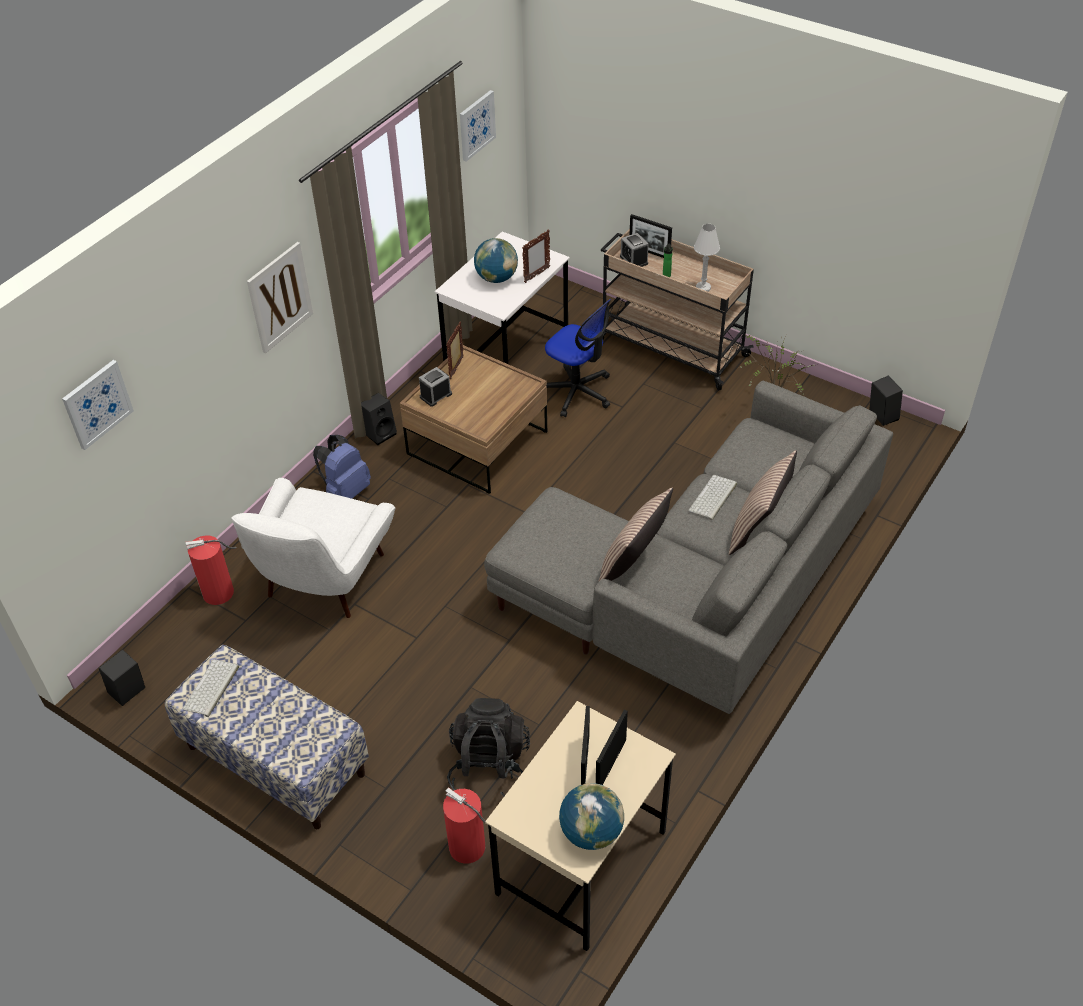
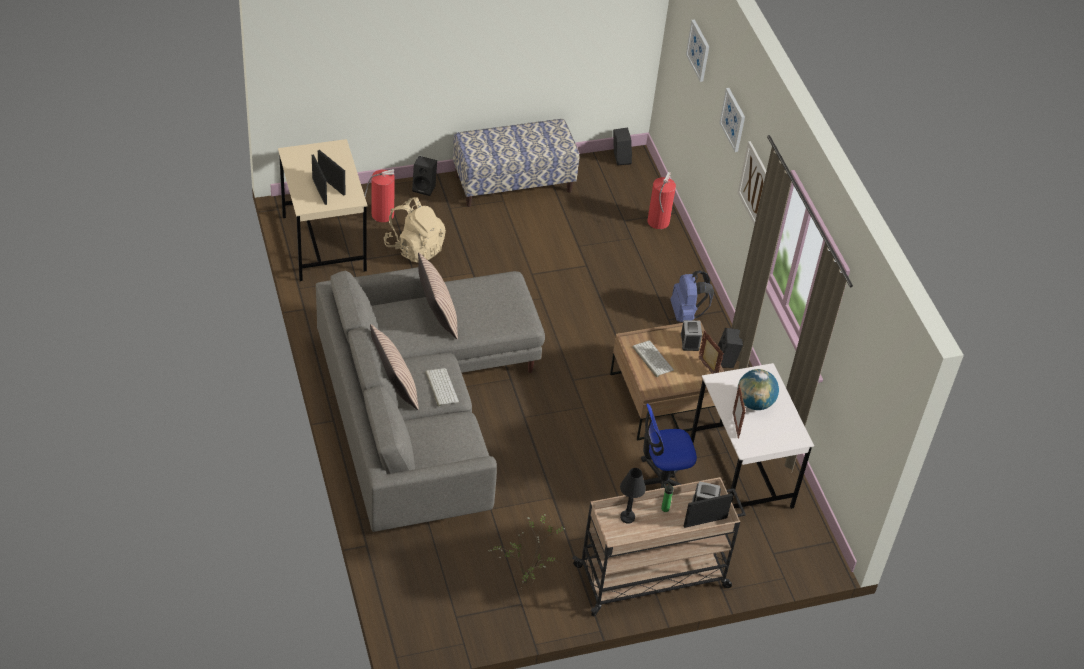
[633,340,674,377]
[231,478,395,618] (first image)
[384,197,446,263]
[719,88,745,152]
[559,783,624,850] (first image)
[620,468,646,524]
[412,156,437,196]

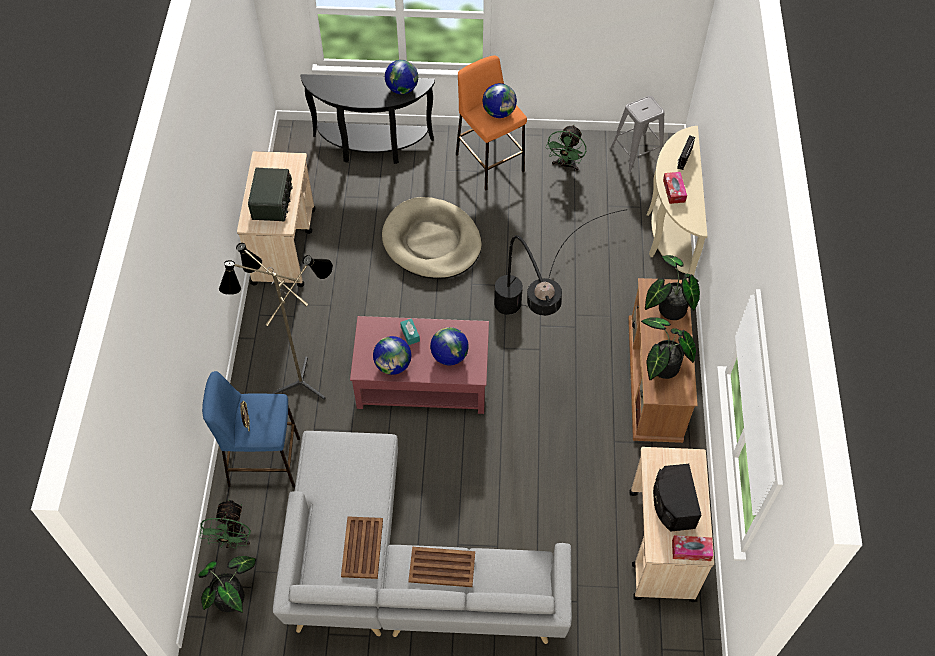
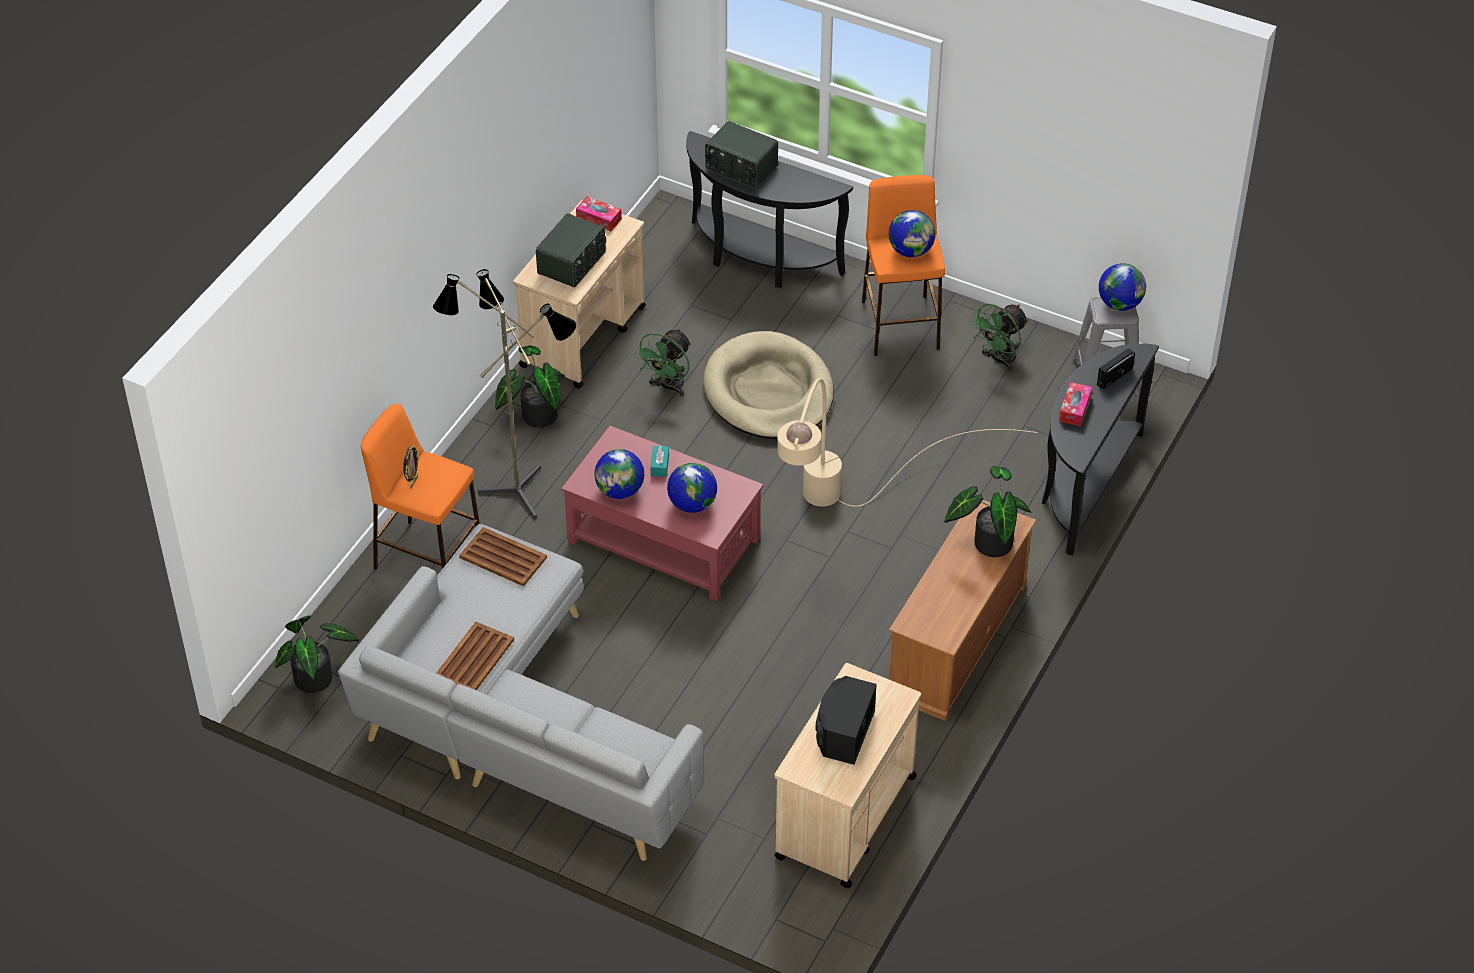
[634,328,691,397]
[361,404,480,570]
[1099,263,1146,311]
[459,527,547,586]
[777,378,1038,507]
[495,345,565,428]
[1042,343,1159,556]
[576,196,622,231]
[705,121,778,189]

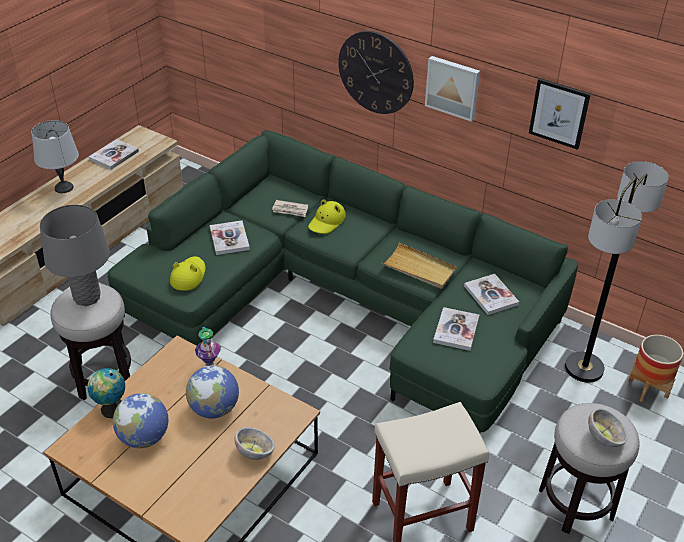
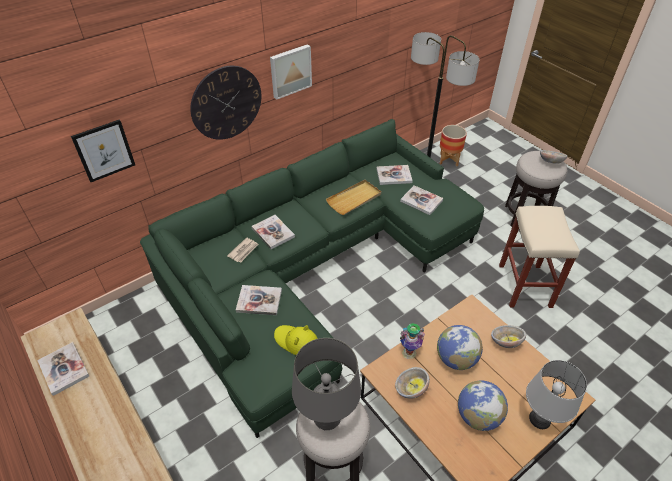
[526,360,587,429]
[87,368,125,418] (first image)
[252,215,295,249]
[71,119,135,182]
[395,367,430,399]

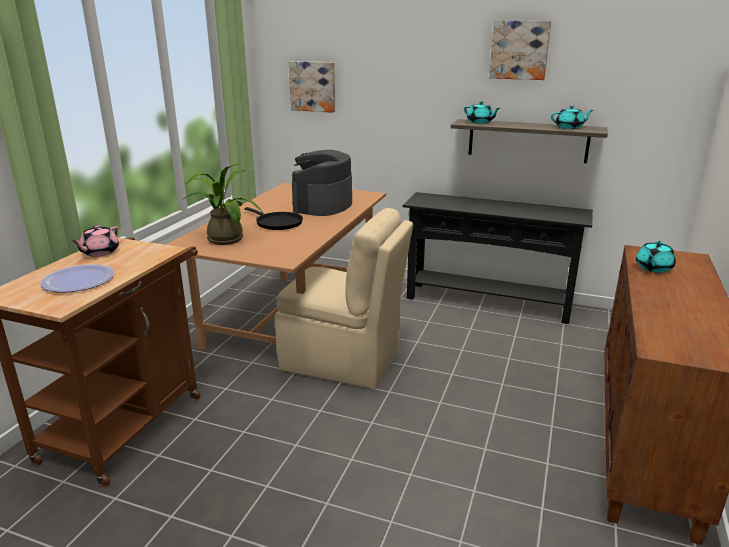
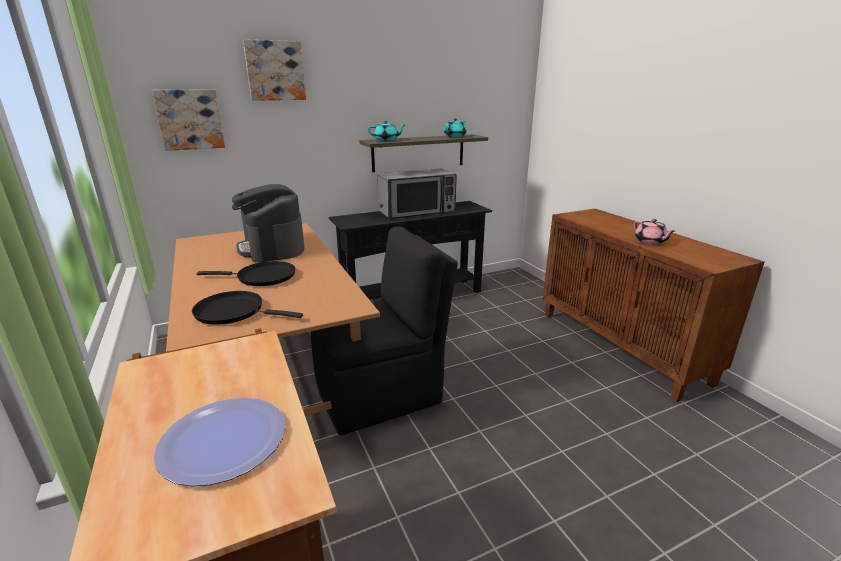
[634,219,675,245]
[192,291,303,325]
[310,227,458,435]
[243,39,306,101]
[636,241,676,273] (first image)
[377,169,457,219]

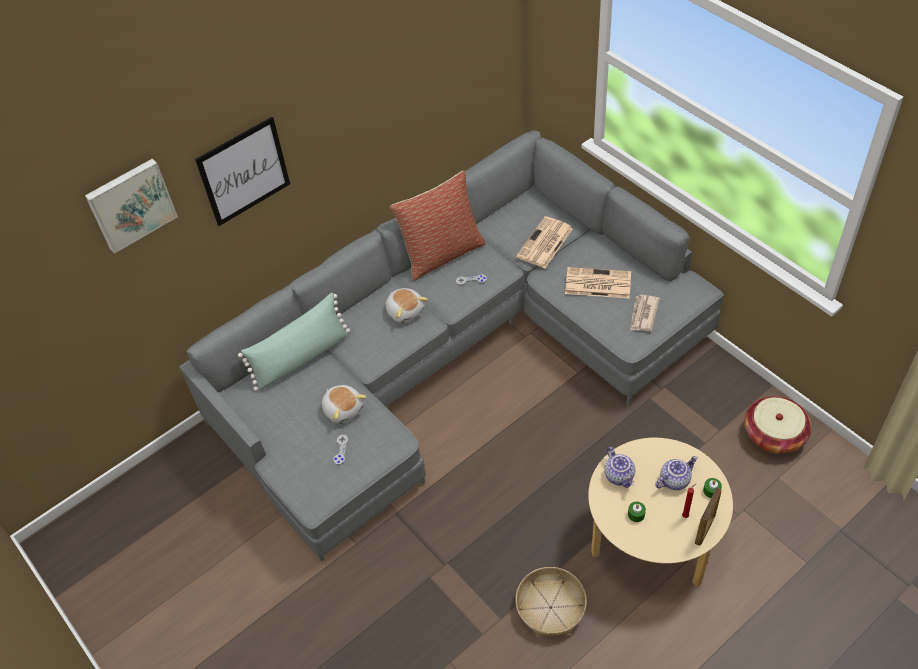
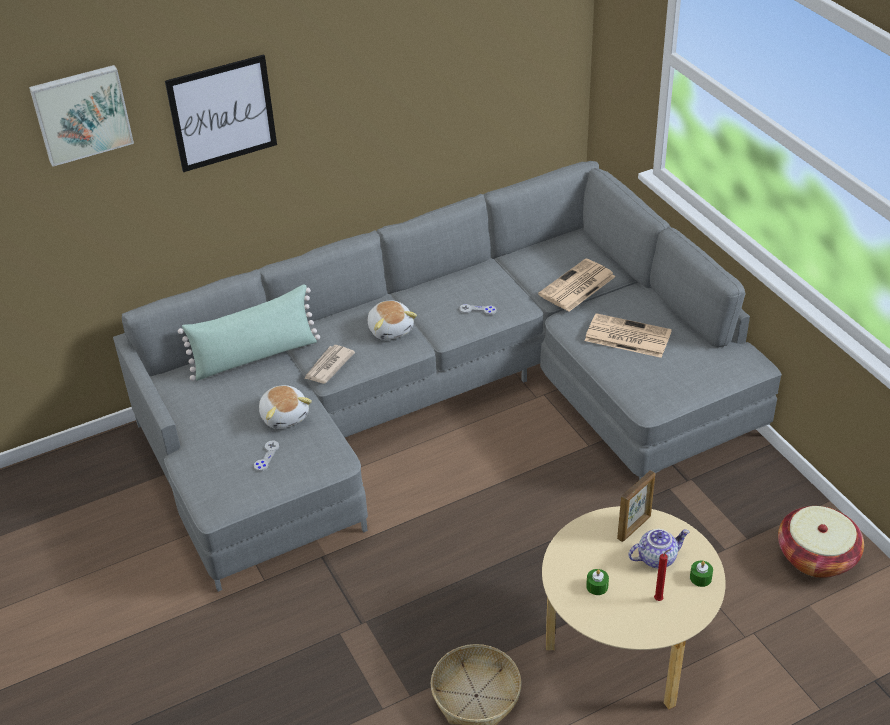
[390,171,486,281] (first image)
[604,447,635,488] (first image)
[304,345,355,384]
[617,470,655,542]

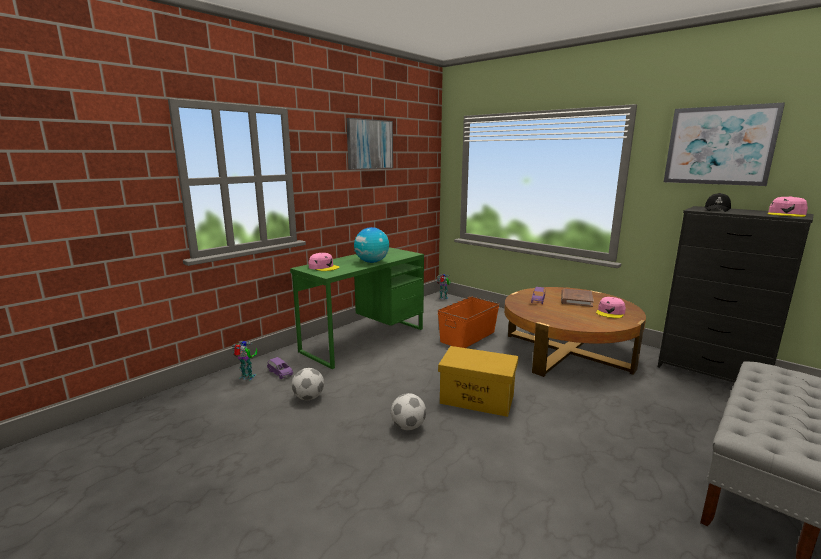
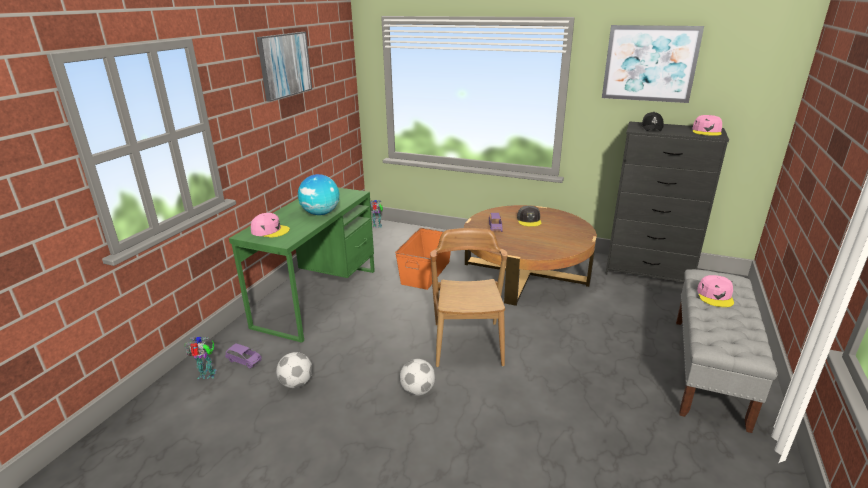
[430,228,508,367]
[517,206,541,227]
[697,275,734,307]

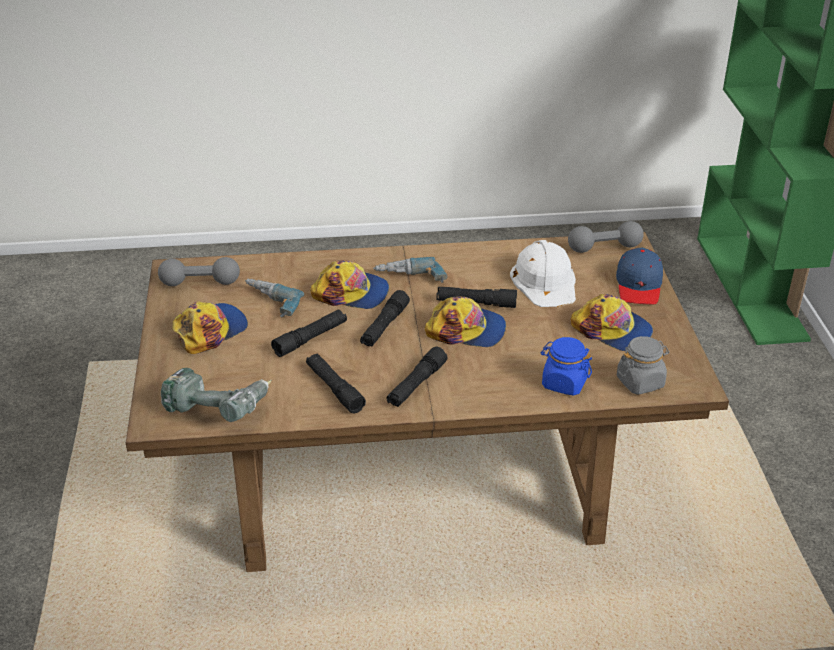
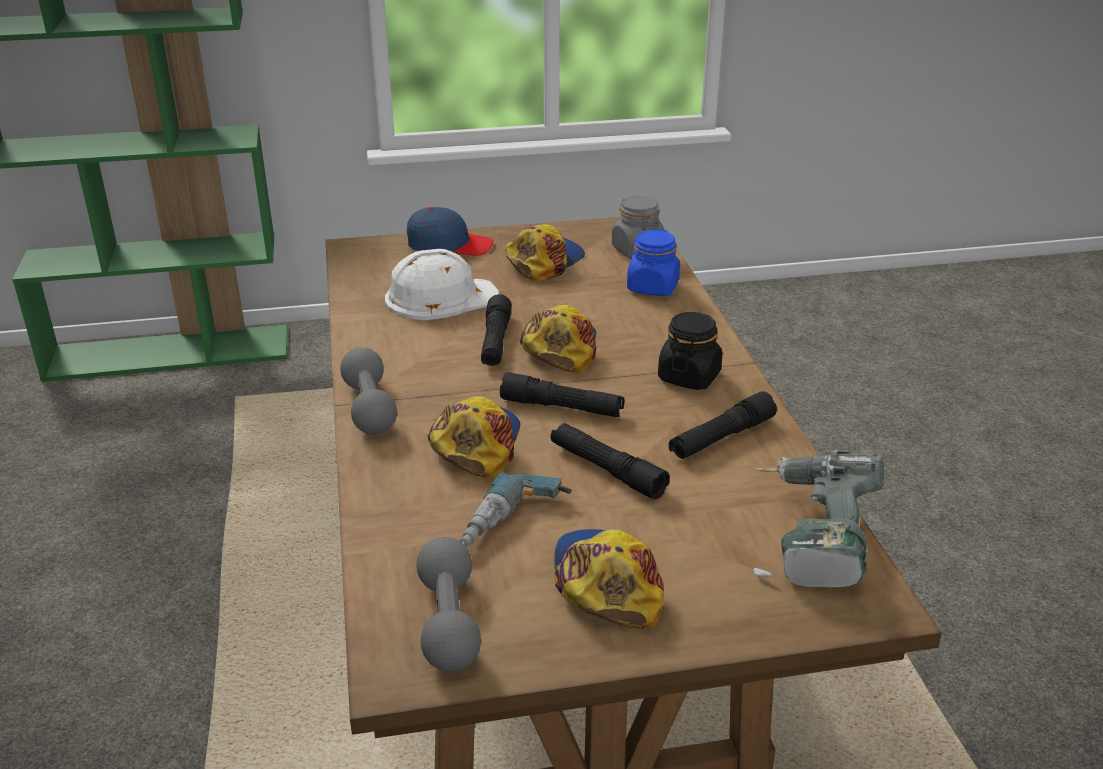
[554,529,664,629]
[373,257,447,283] (first image)
[658,312,722,390]
[340,347,397,435]

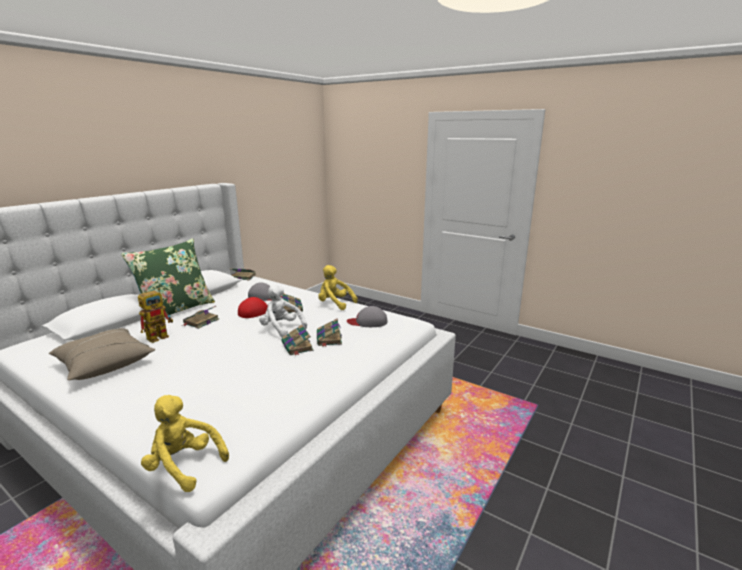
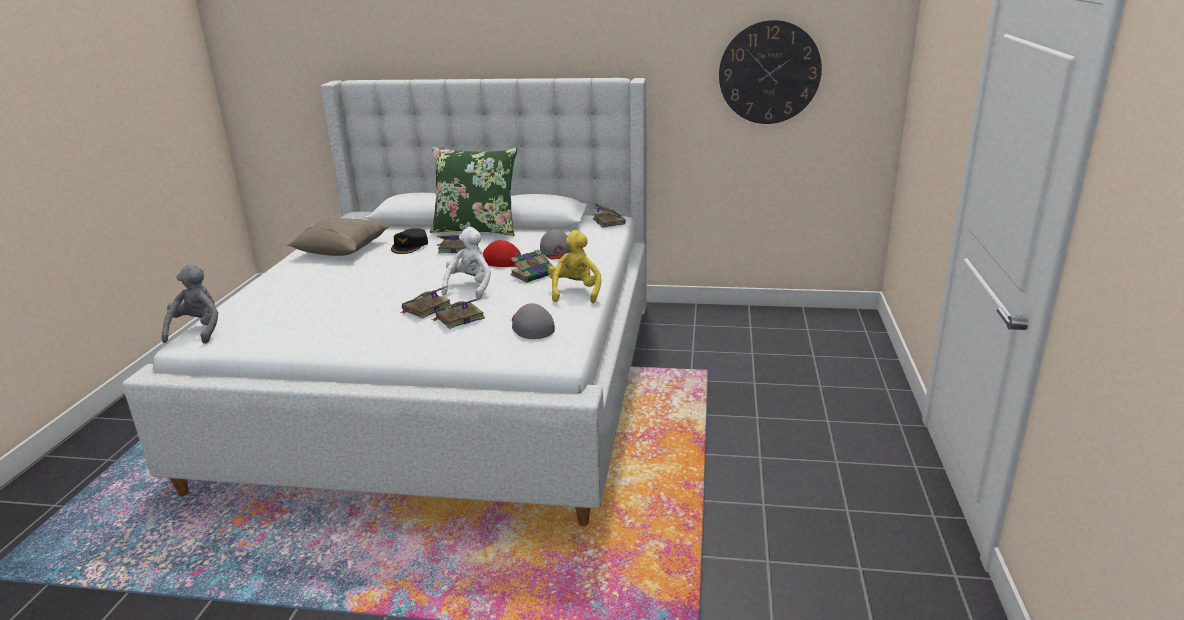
[391,228,428,254]
[162,265,218,344]
[719,20,822,124]

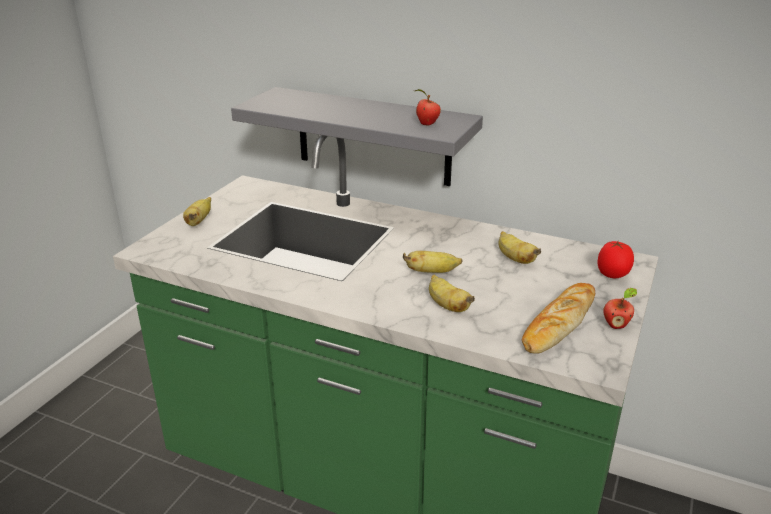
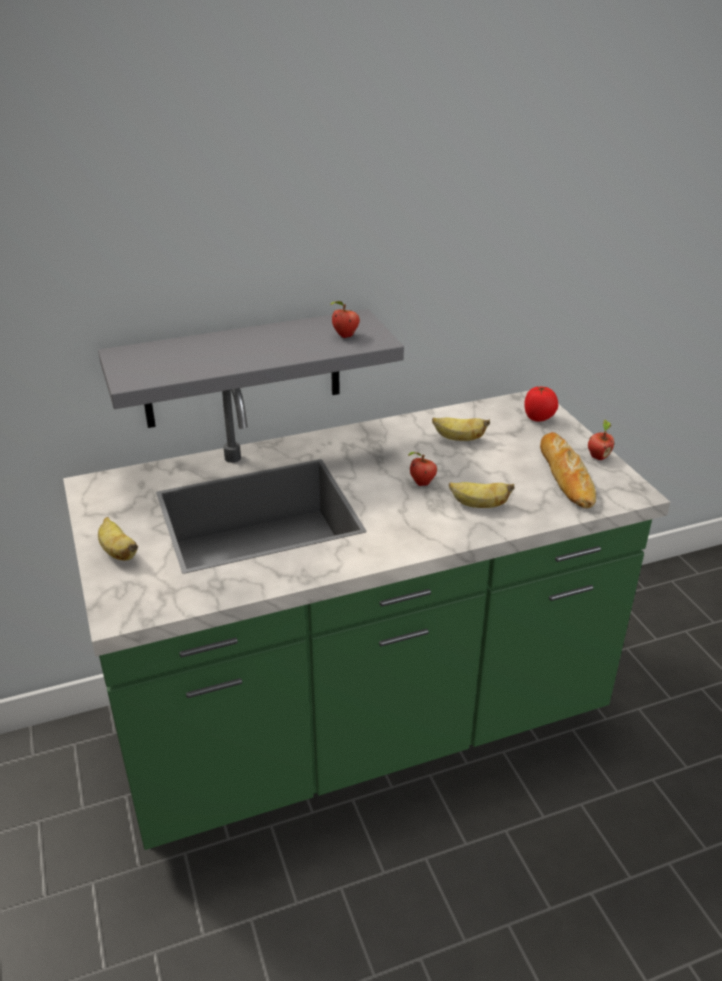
[408,452,437,486]

